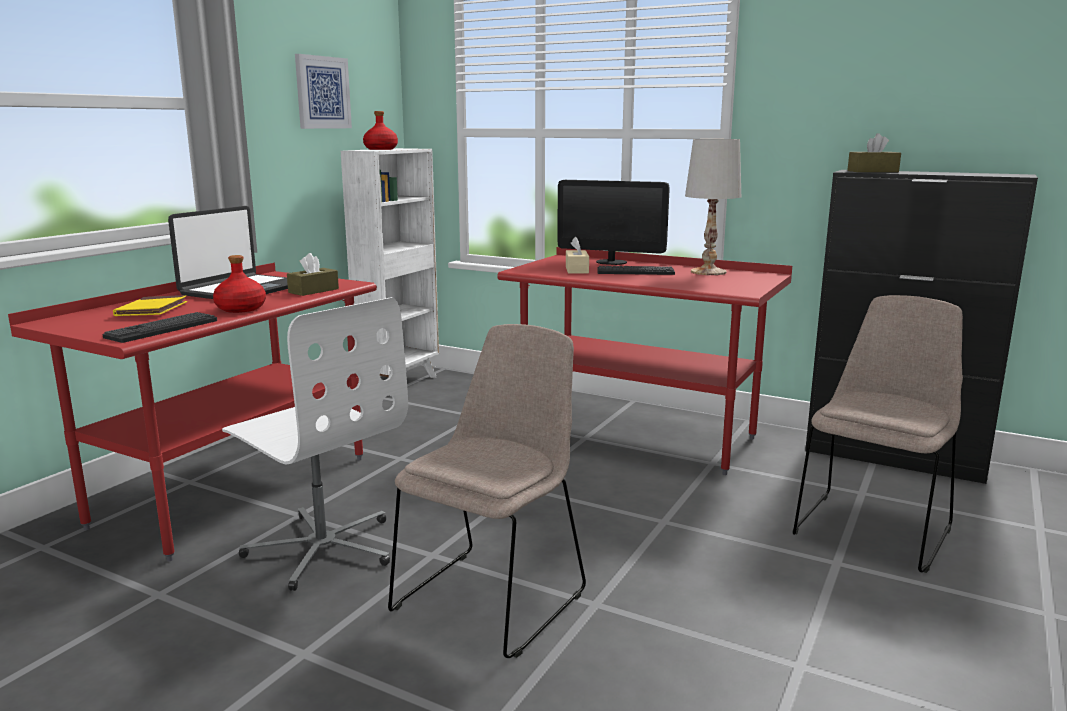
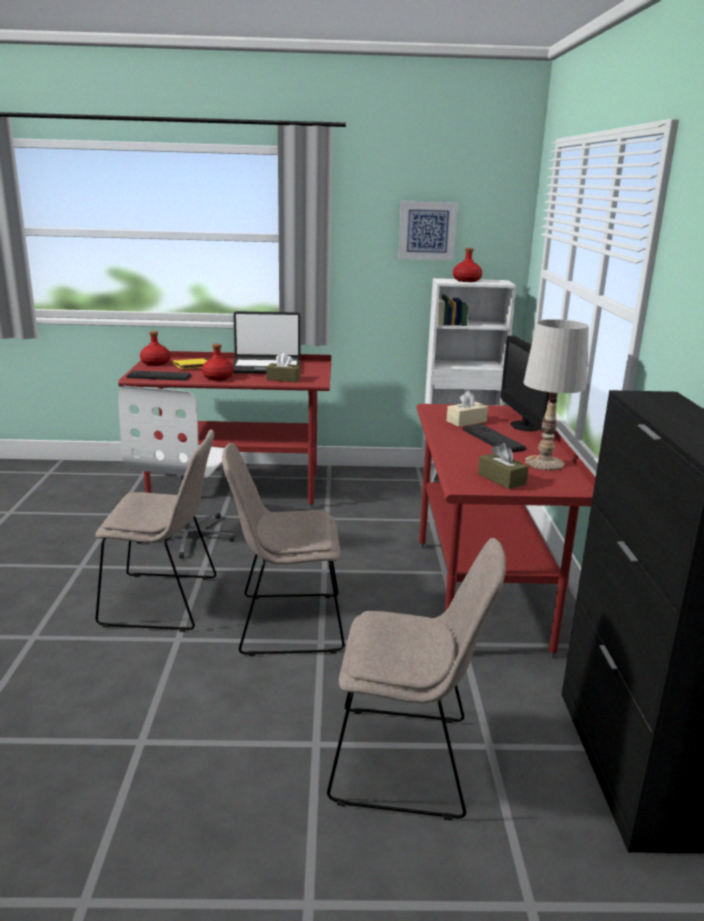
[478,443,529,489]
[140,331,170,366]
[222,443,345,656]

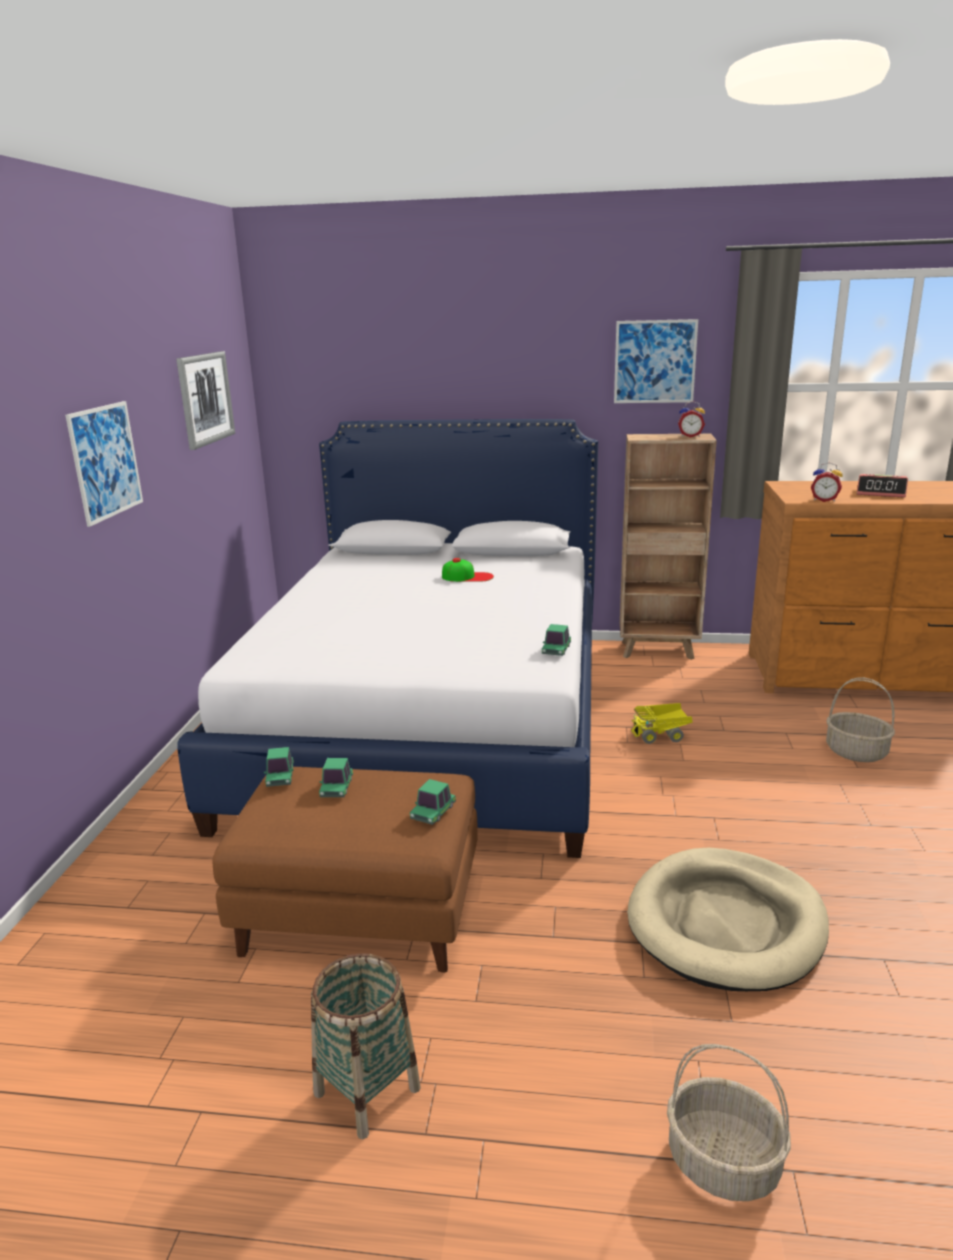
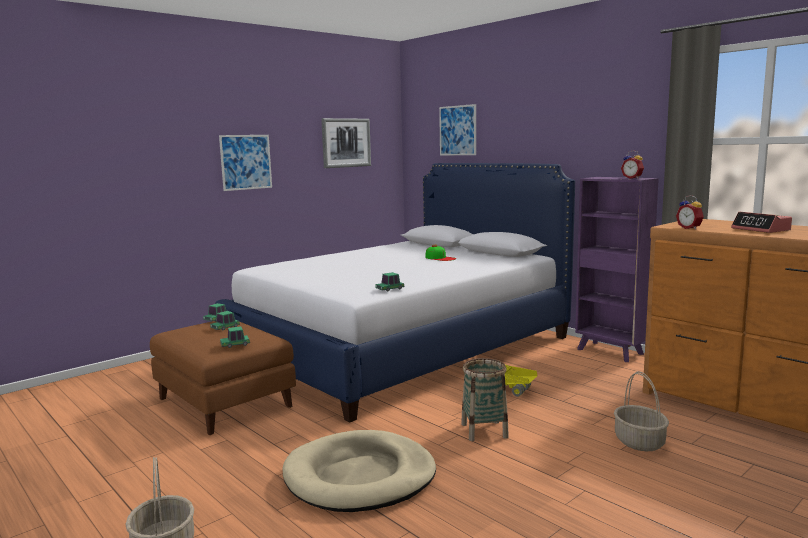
[461,358,509,441]
[439,104,476,155]
[575,177,659,362]

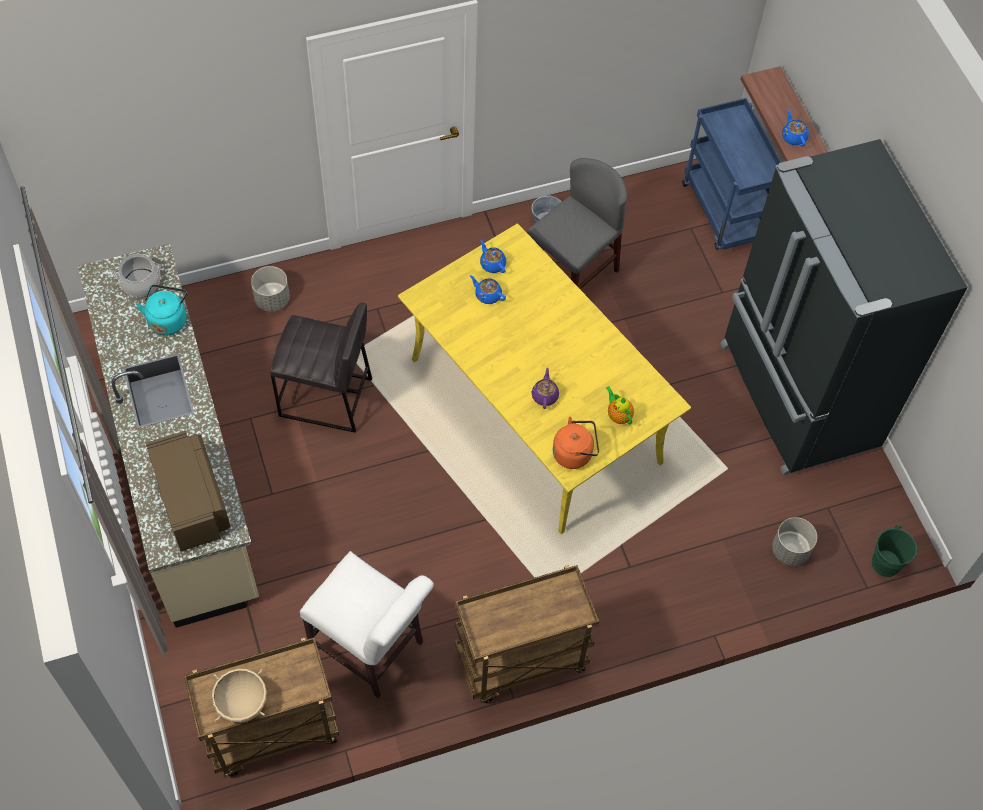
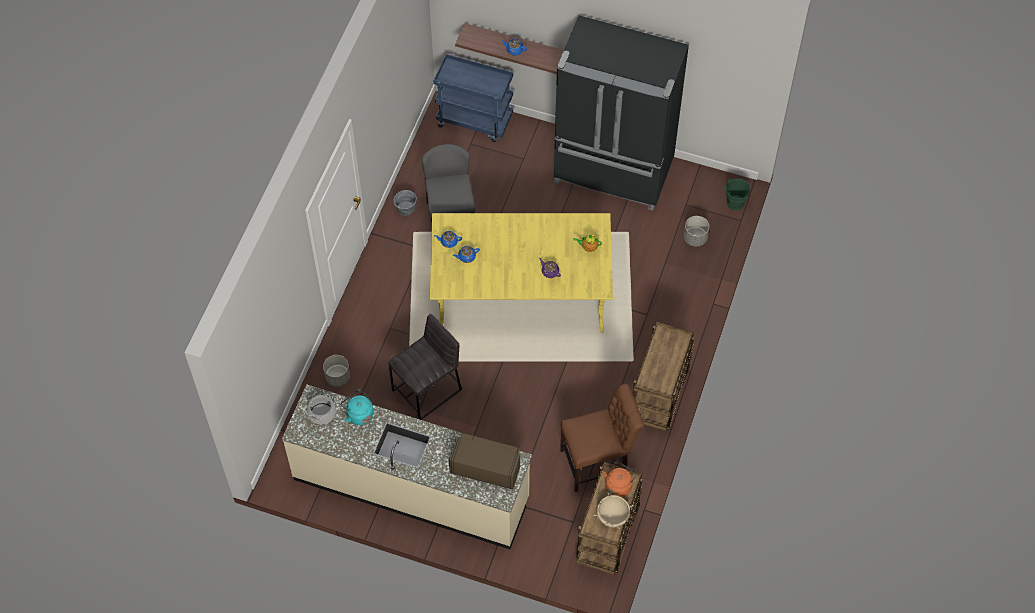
[560,383,644,492]
[602,462,637,497]

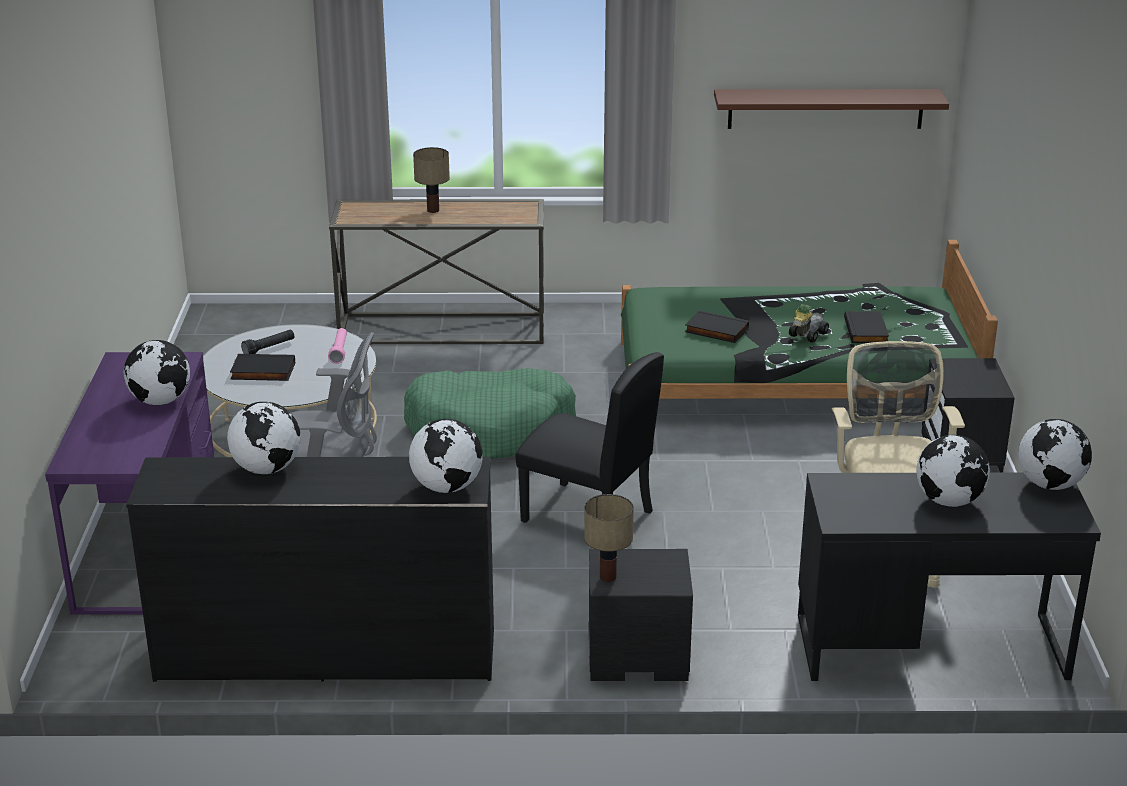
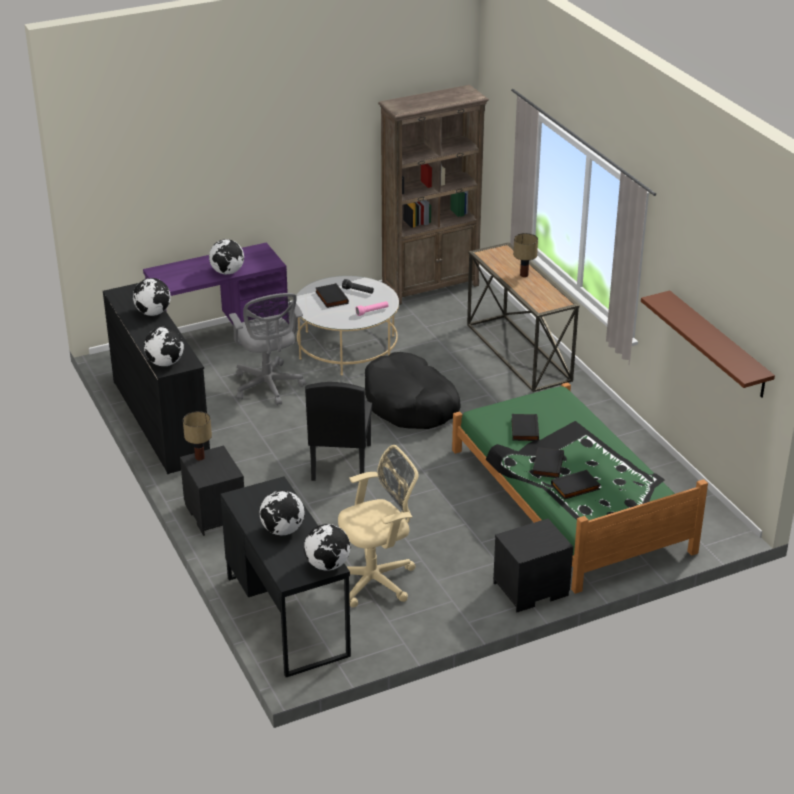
[365,352,460,429]
[532,447,564,478]
[378,85,489,305]

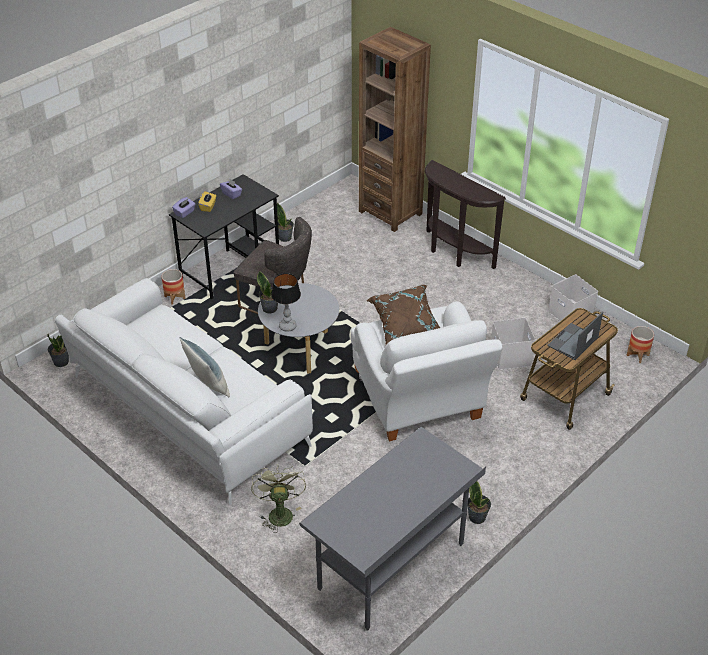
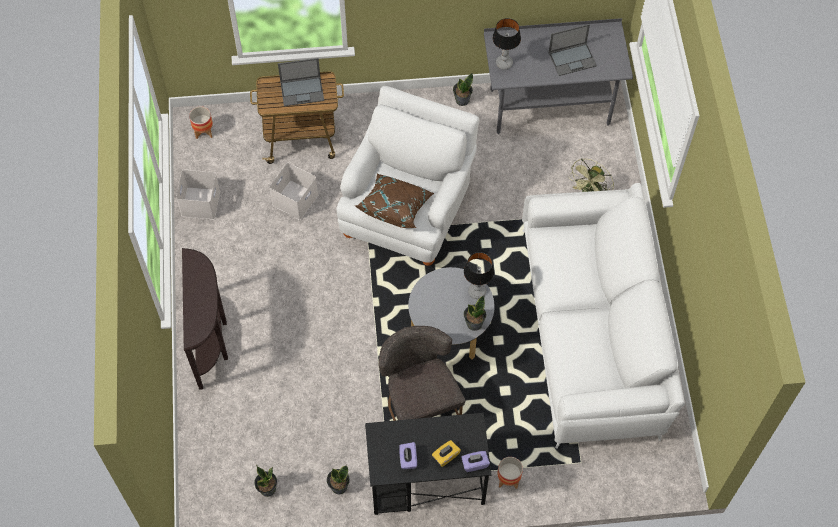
[255,465,277,497]
[180,337,230,397] (first image)
[359,27,431,232] (first image)
[492,18,521,70]
[548,24,597,76]

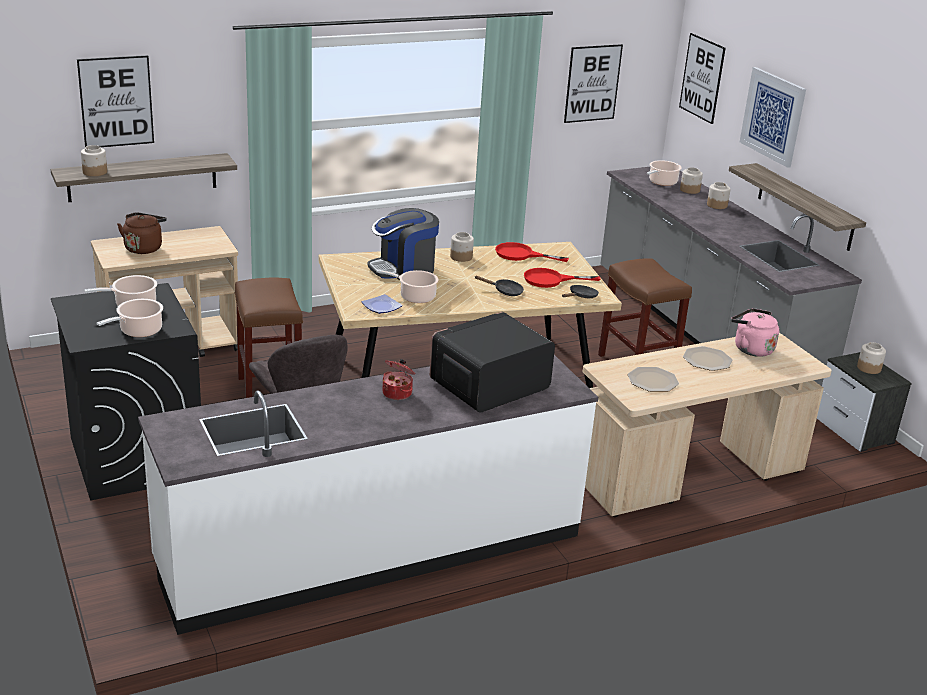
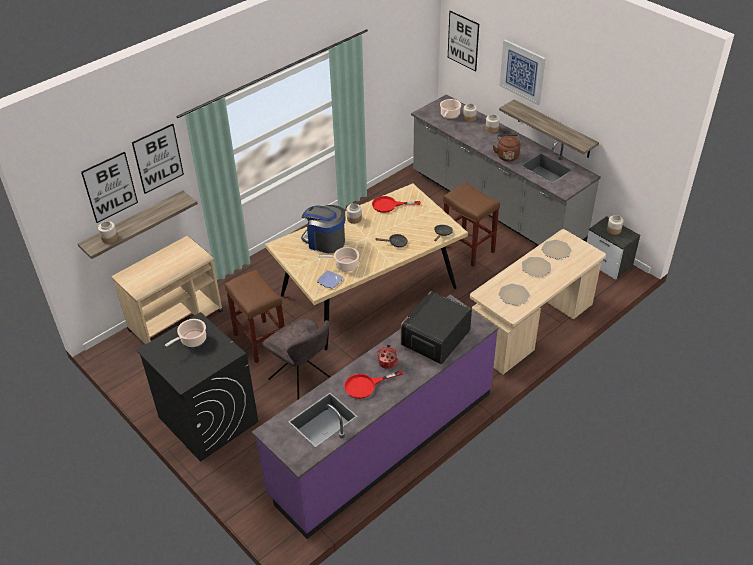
[97,299,163,337] (first image)
[493,134,520,161]
[252,294,498,539]
[301,205,345,253]
[344,370,403,399]
[132,124,184,194]
[542,240,572,259]

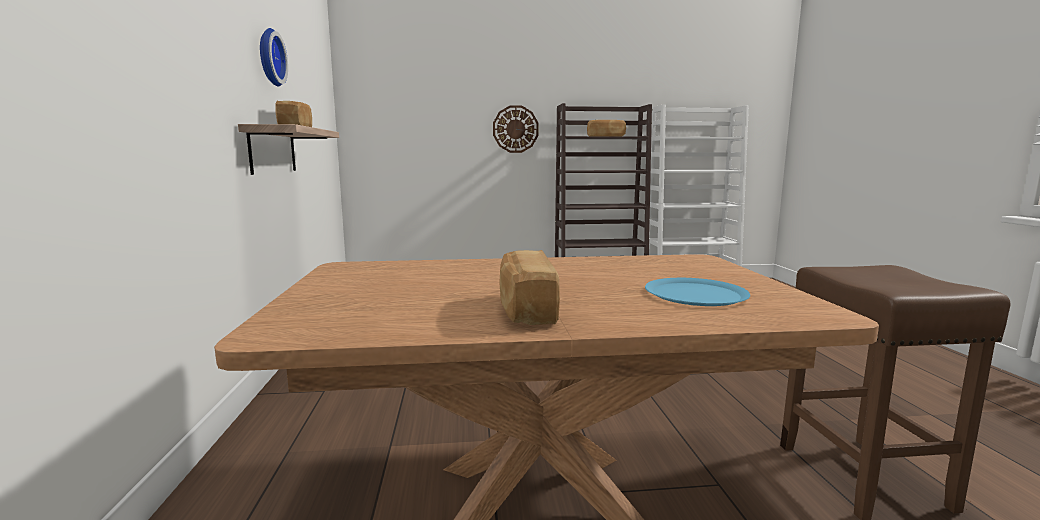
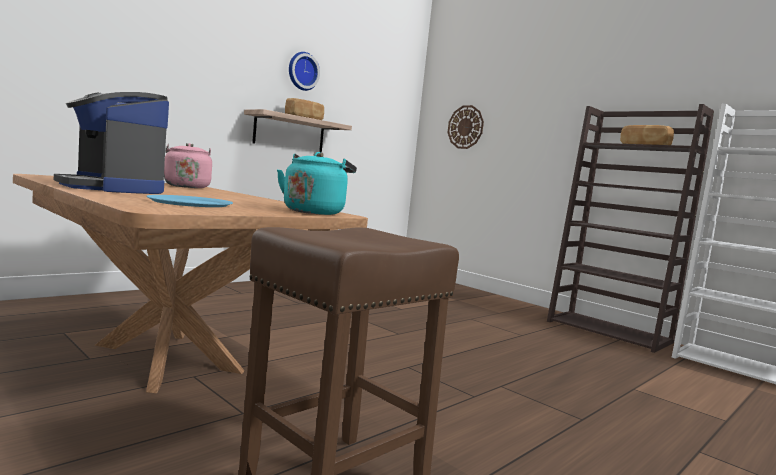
[448,105,484,149]
[54,92,169,194]
[164,143,212,188]
[277,152,357,215]

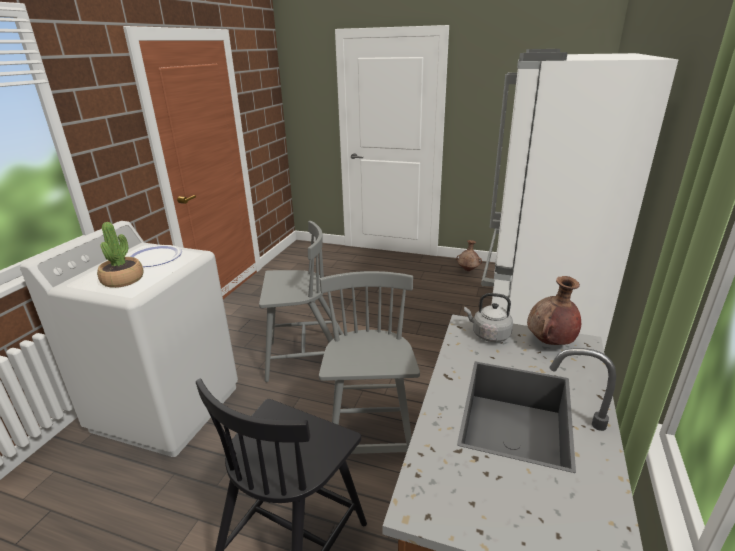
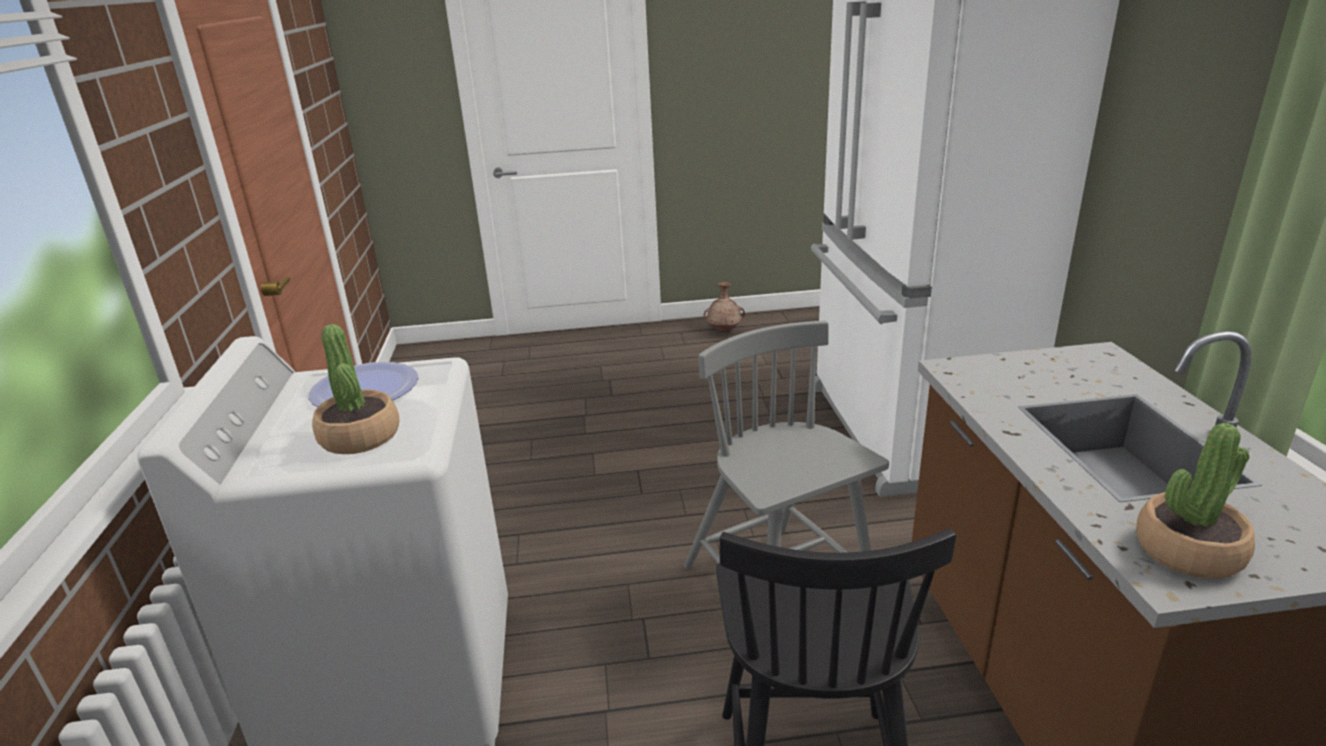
[259,221,344,382] (first image)
[464,293,513,342] (first image)
[527,276,581,345] (first image)
[1136,423,1255,579]

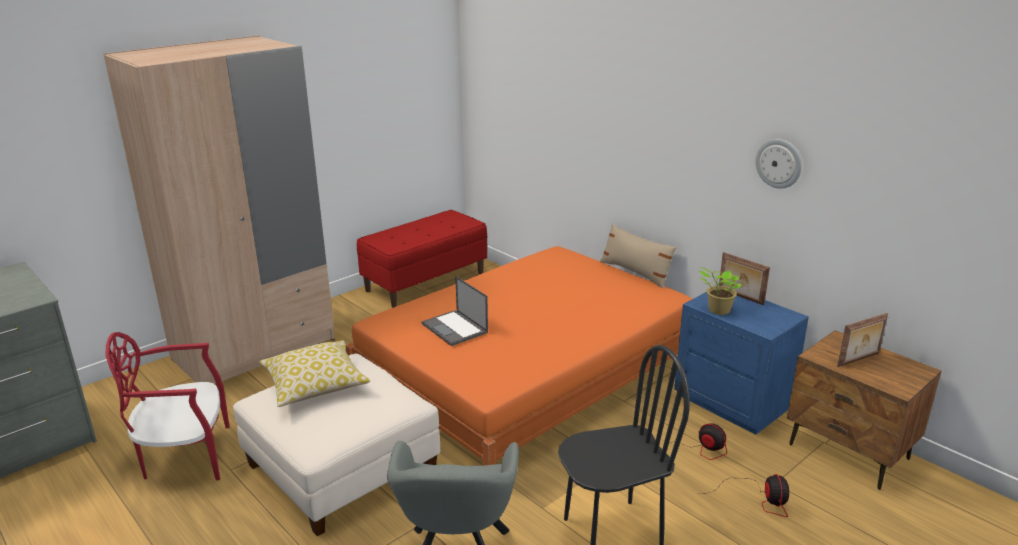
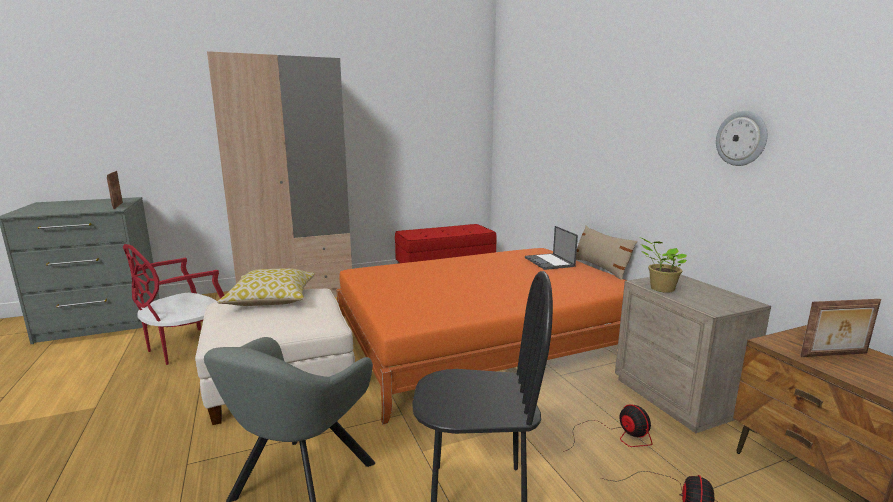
[123,244,224,365]
[525,226,578,270]
[615,274,771,433]
[107,171,123,209]

